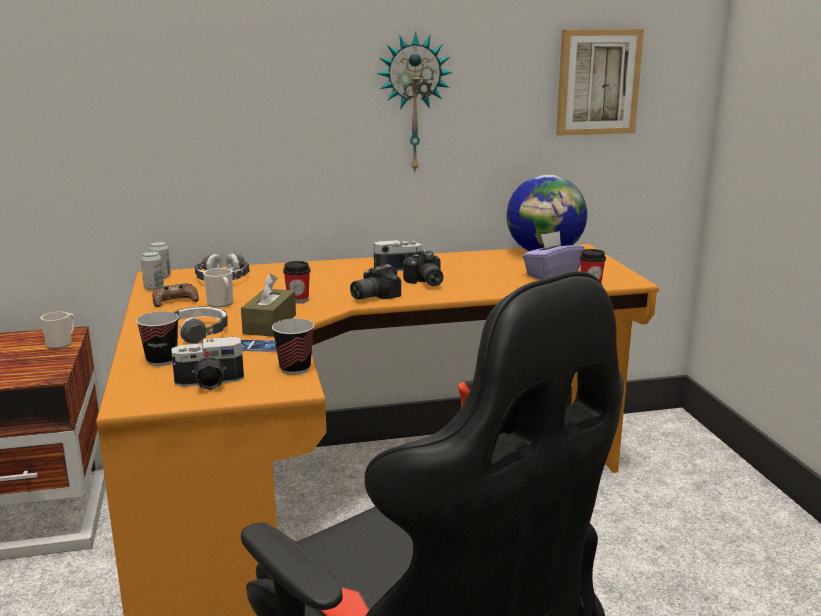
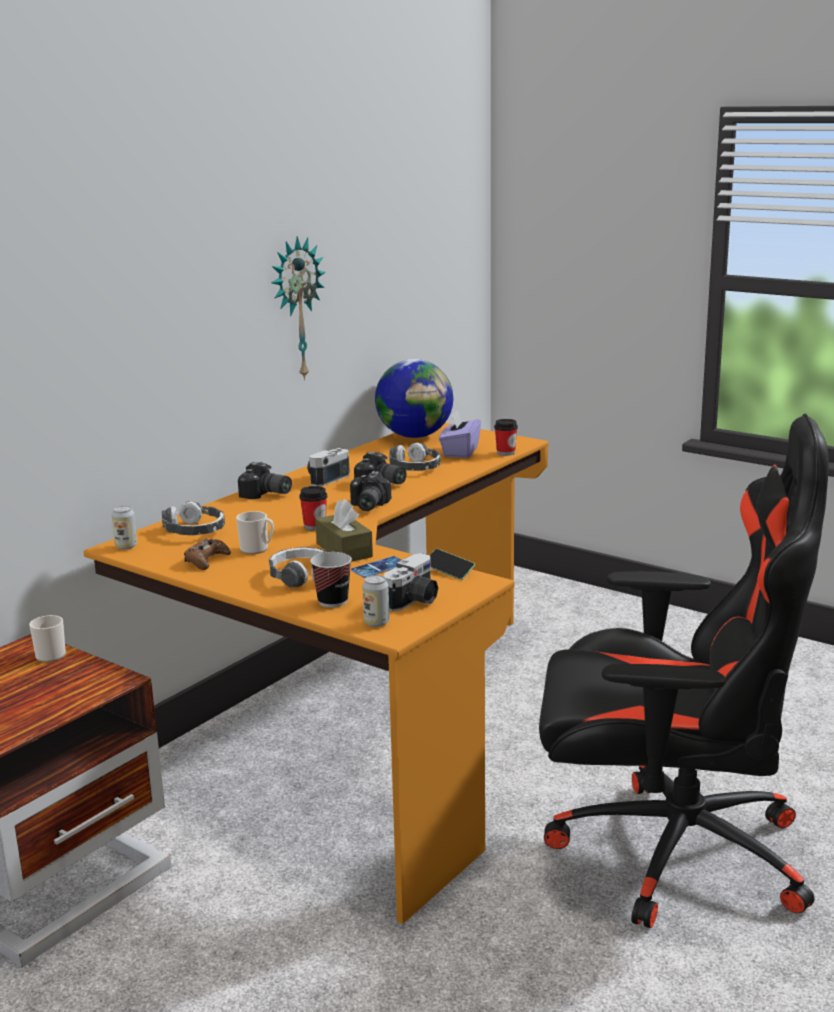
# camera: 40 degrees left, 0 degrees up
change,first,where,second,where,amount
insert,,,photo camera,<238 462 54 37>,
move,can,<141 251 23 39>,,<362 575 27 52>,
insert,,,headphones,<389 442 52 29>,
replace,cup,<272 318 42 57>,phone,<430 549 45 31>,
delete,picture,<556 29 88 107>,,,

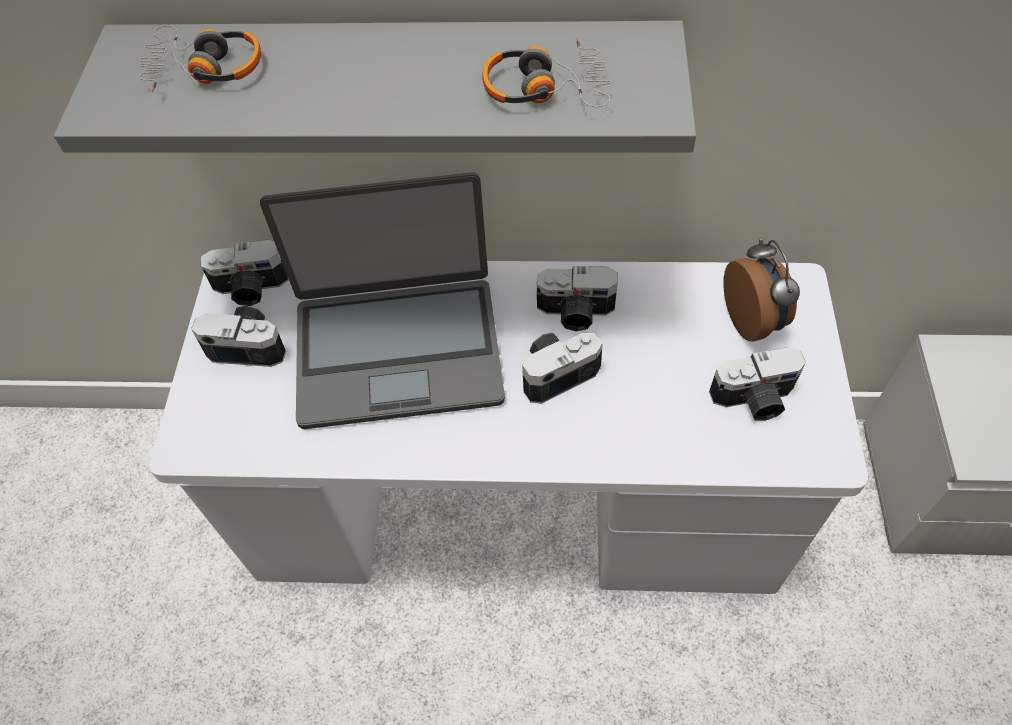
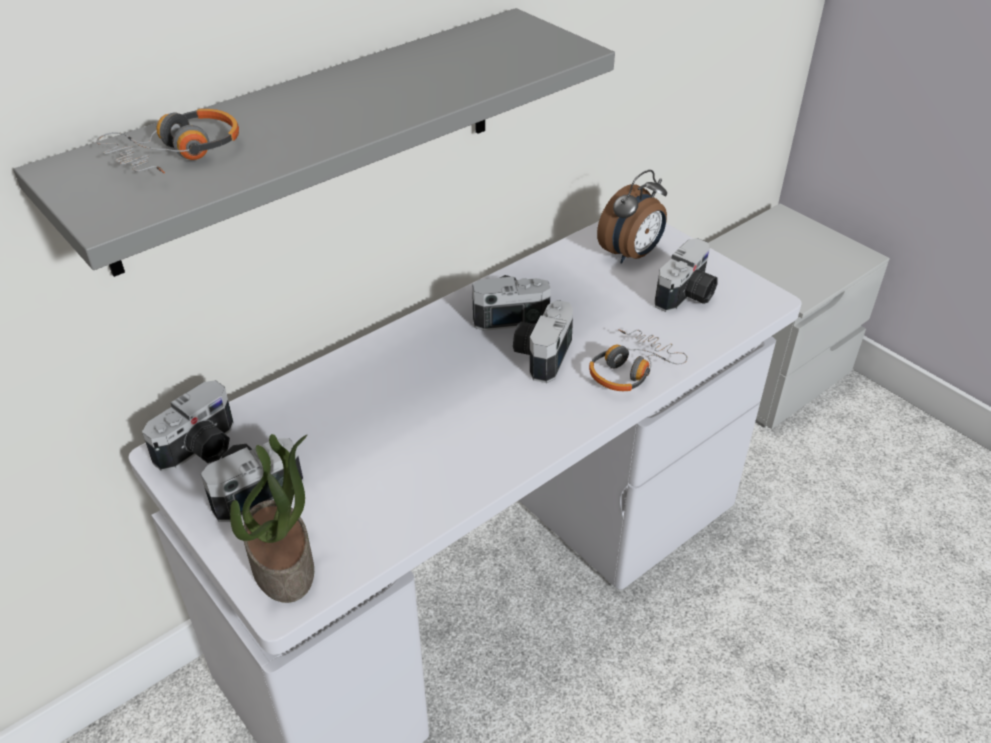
# camera: 45 degrees left, 15 degrees down
change,first,where,second,where,amount
insert,,,potted plant,<230 434 84 169>,
rotate,photo camera,<537 266 81 65>,,<472 275 79 56>,150 degrees counterclockwise
move,headphones,<482 38 129 69>,,<589 329 98 62>,
rotate,alarm clock,<723 239 77 103>,,<597 170 70 94>,105 degrees clockwise
delete,laptop,<260 172 245 257>,,,

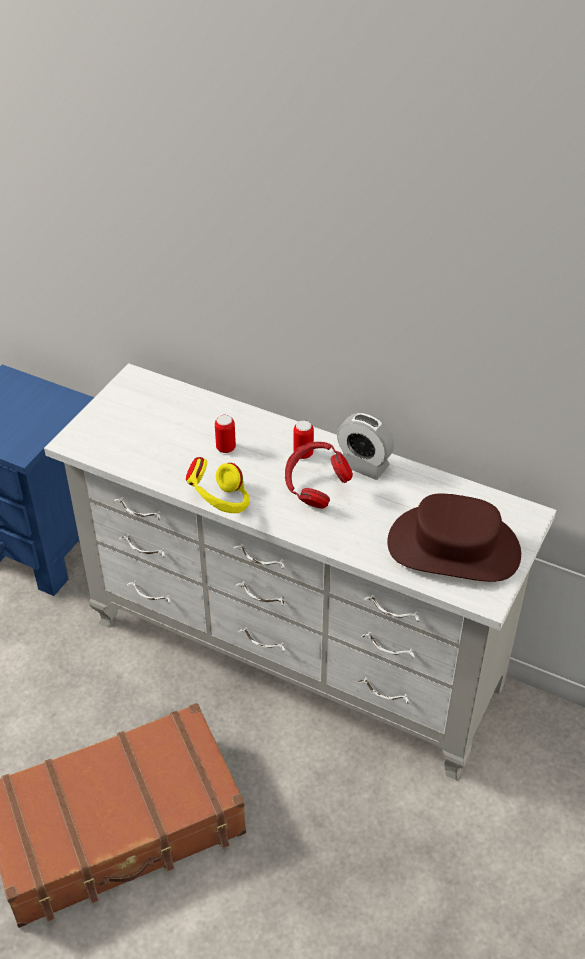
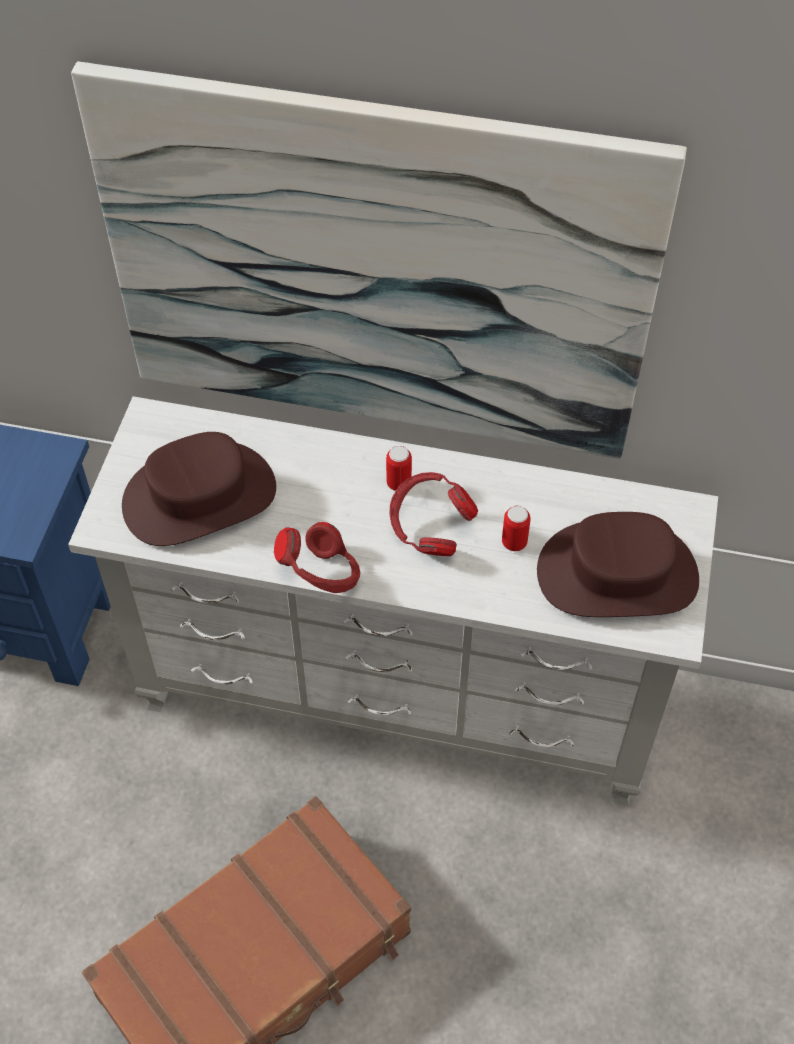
# camera: 15 degrees left, 10 degrees up
change,first,where,second,where,amount
insert,,,picture,<71 62 616 397>,
insert,,,hat (brown),<122 432 154 114>,
recolor,headphones (yellow),<186 457 64 56>,headphones (red),<274 522 86 71>,
move,can,<215 415 21 38>,,<502 506 29 45>,
delete,alarm clock,<337 413 57 67>,,,

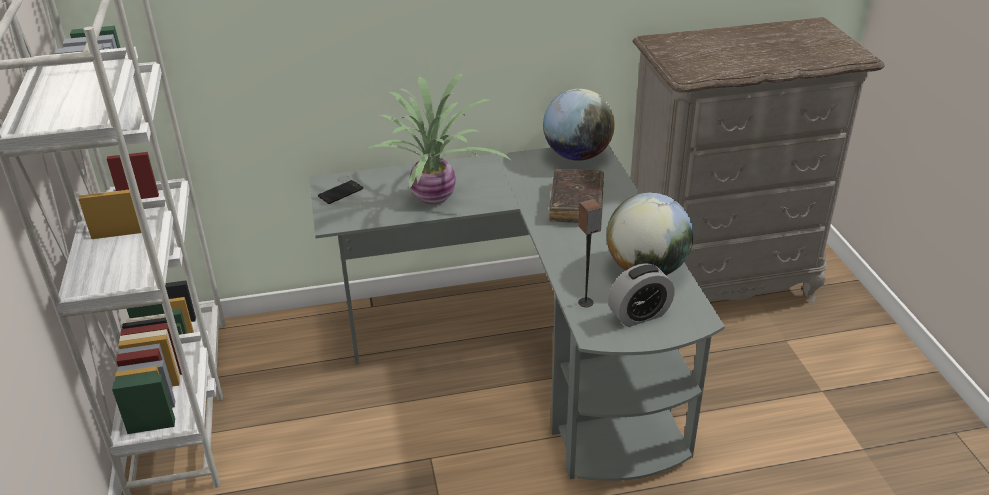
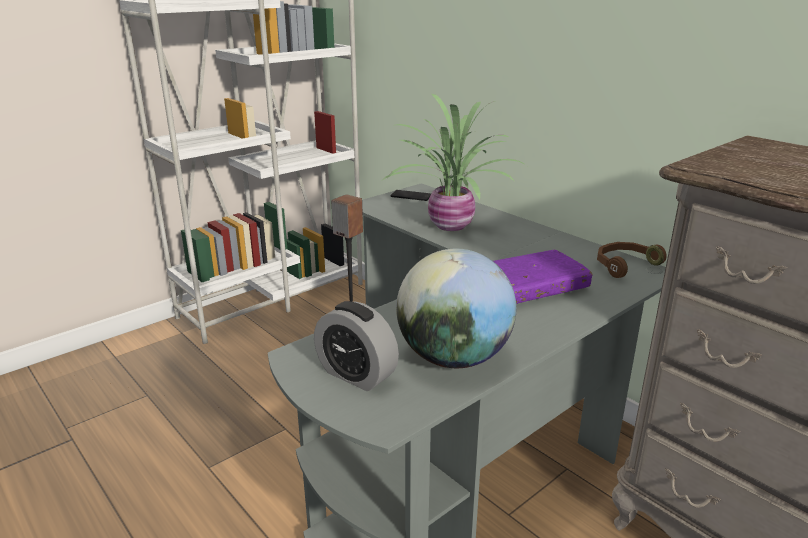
# camera: 60 degrees right, 10 degrees down
change,first,where,second,where,amount
recolor,book (brown),<549 169 55 53>,book (purple),<493 250 100 54>,
replace,globe,<543 89 72 72>,headphones (brown),<597 242 70 36>,

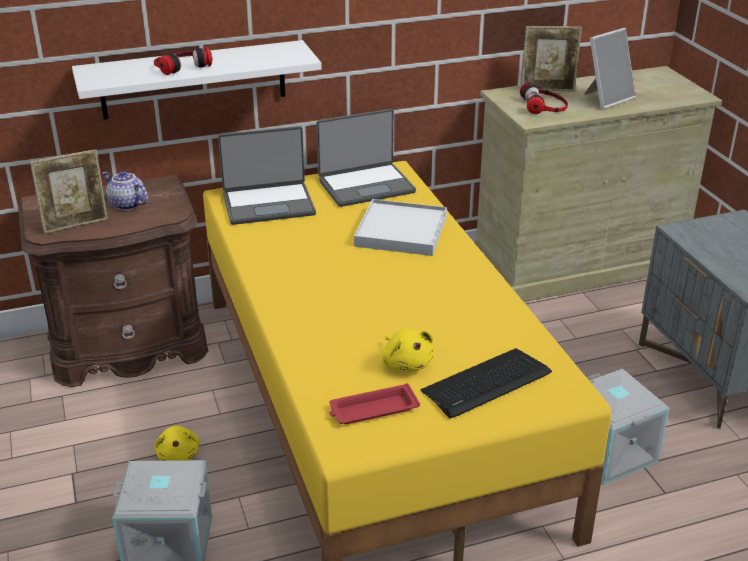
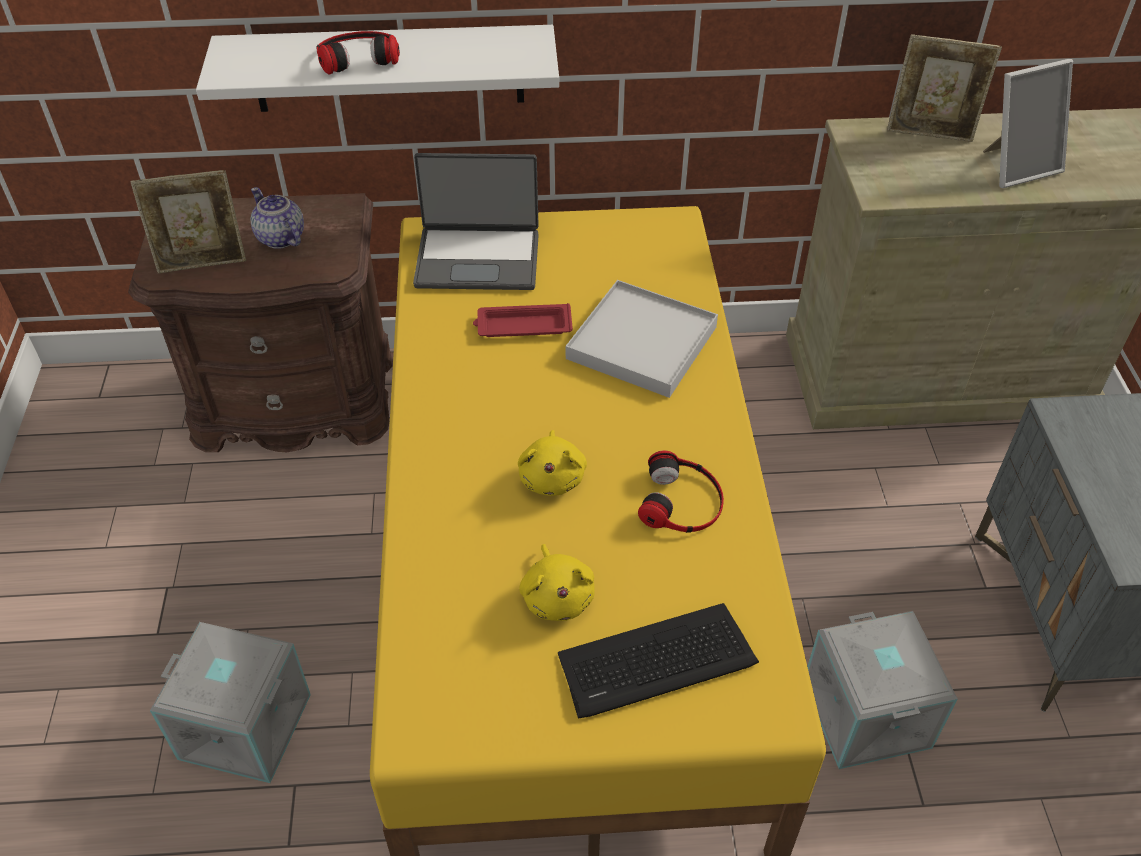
# camera: 15 degrees right, 15 degrees up
change,first,where,second,where,amount
move,tray (red),<329 383 91 41>,,<473 303 100 34>,
move,plush toy (yellow),<154 426 46 35>,,<518 430 69 66>,
move,headphones,<520 82 48 32>,,<638 450 86 83>,
delete,laptop,<316 109 100 98>,,,

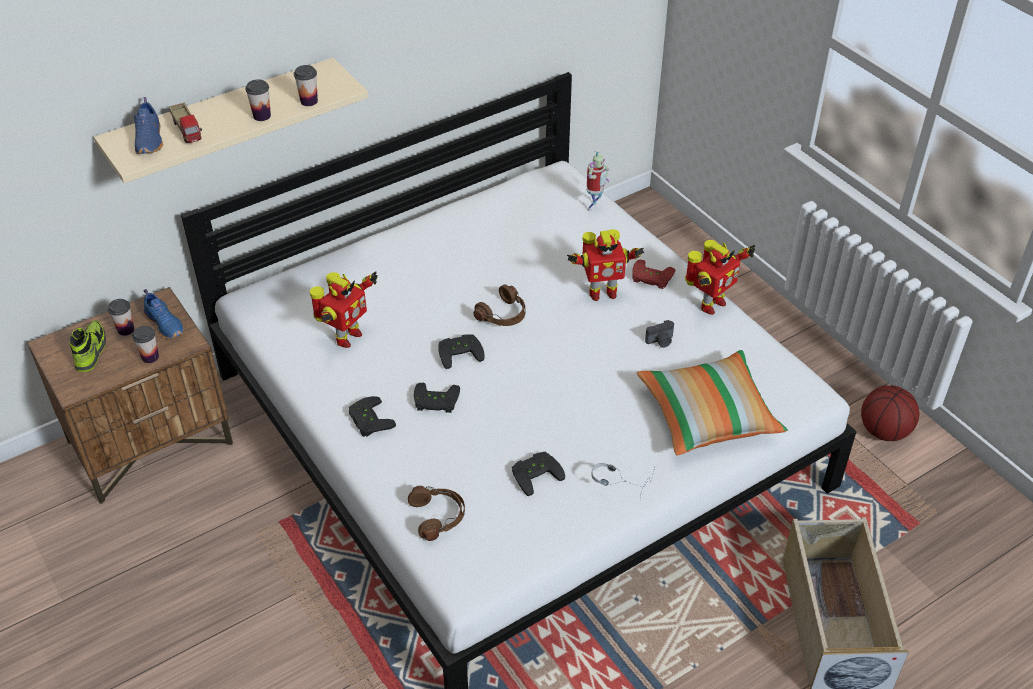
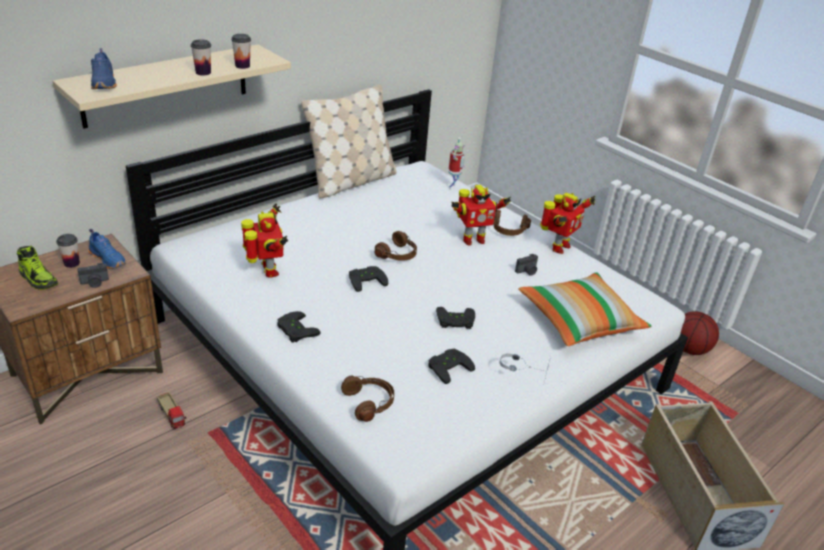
# camera: 10 degrees left, 10 degrees down
change,first,where,second,where,amount
rotate,shoe,<69 320 37 52>,,<17 246 41 44>,135 degrees clockwise
replace,cup,<132 326 27 37>,photo camera,<77 263 32 25>,
move,toy truck,<169 103 33 40>,,<157 392 29 37>,
rotate,toy robot,<310 272 68 76>,,<241 203 47 75>,45 degrees counterclockwise
insert,,,pillow (beige),<301 85 95 113>,
move,game controller (black),<414 383 46 30>,,<436 307 39 22>,
replace,game controller (red),<632 260 43 29>,headphones (brown),<493 210 38 26>,

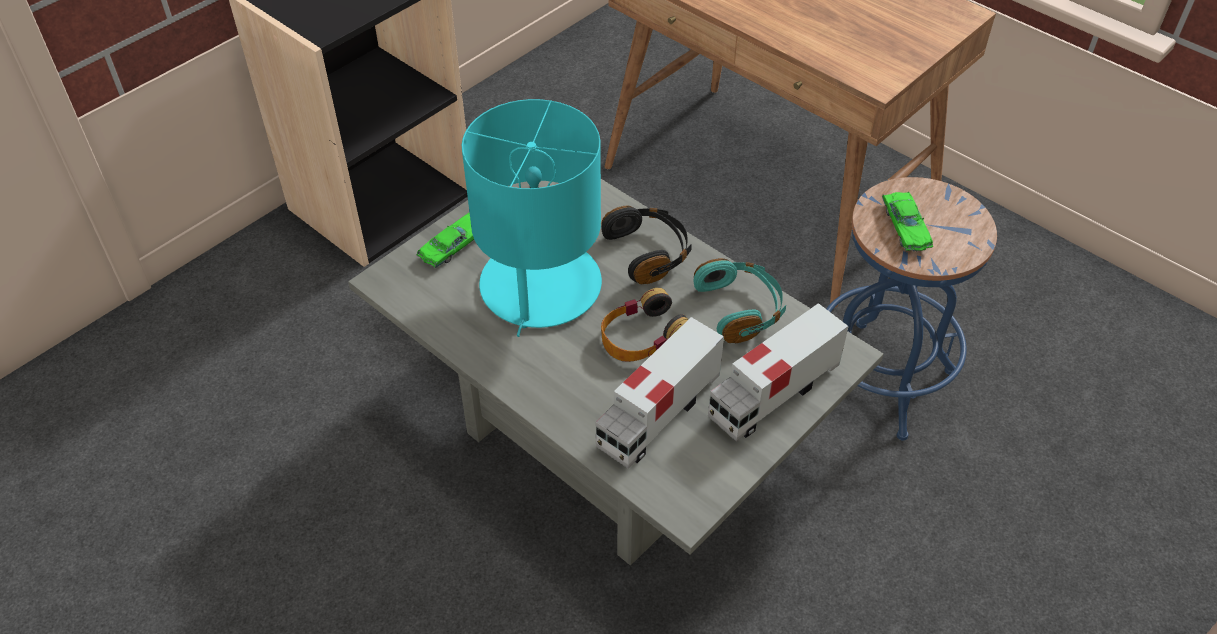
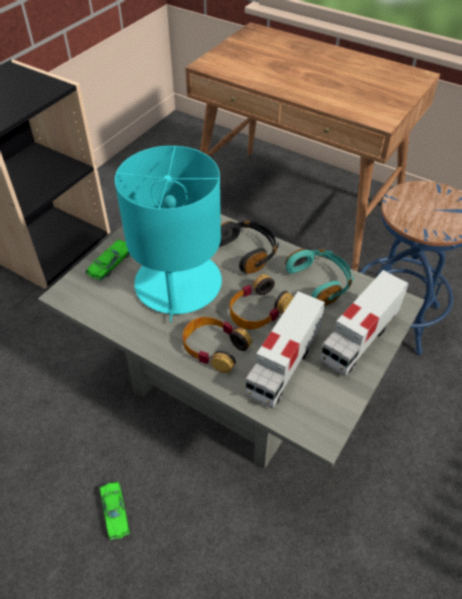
# camera: 10 degrees left, 0 degrees up
change,first,where,second,where,amount
move,toy car (green),<882 192 51 60>,,<100 481 30 59>,
insert,,,headphones,<183 317 69 56>,

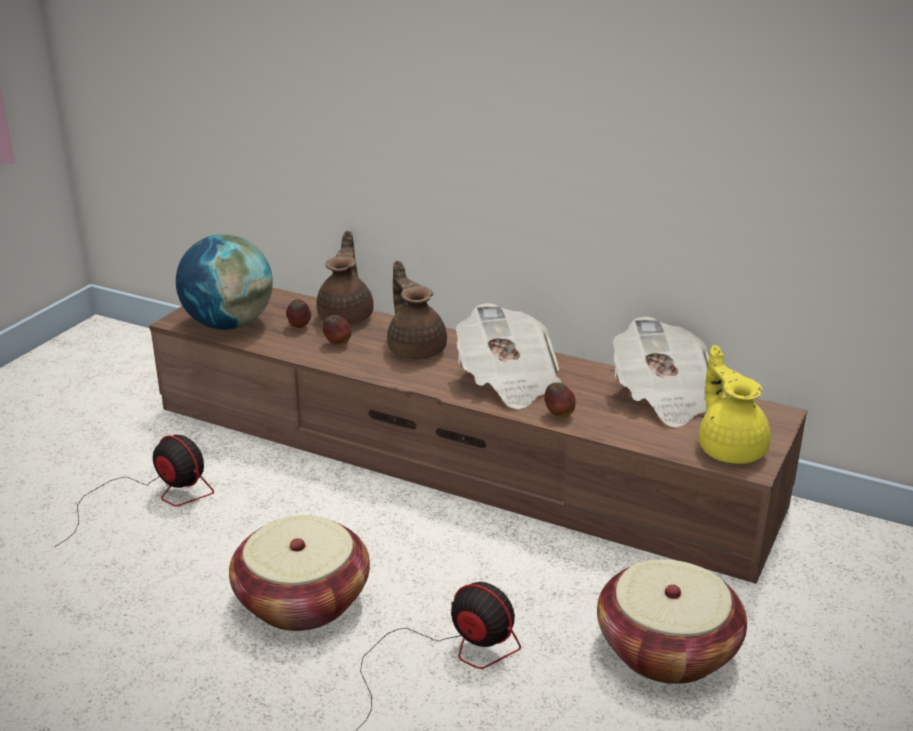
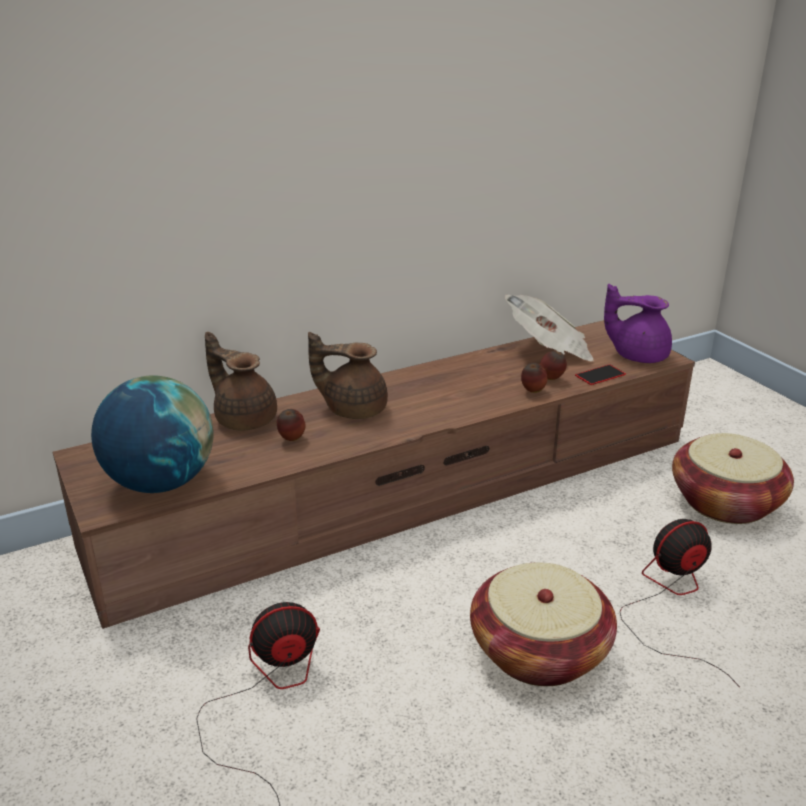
# camera: 55 degrees left, 0 degrees up
change,first,where,second,where,amount
move,apple,<286 299 25 29>,,<540 351 27 29>,
insert,,,phone,<575 364 51 21>,
recolor,teapot (yellow),<699 345 72 119>,teapot (purple),<604 284 68 79>,
delete,newspaper,<456 303 105 106>,,,

